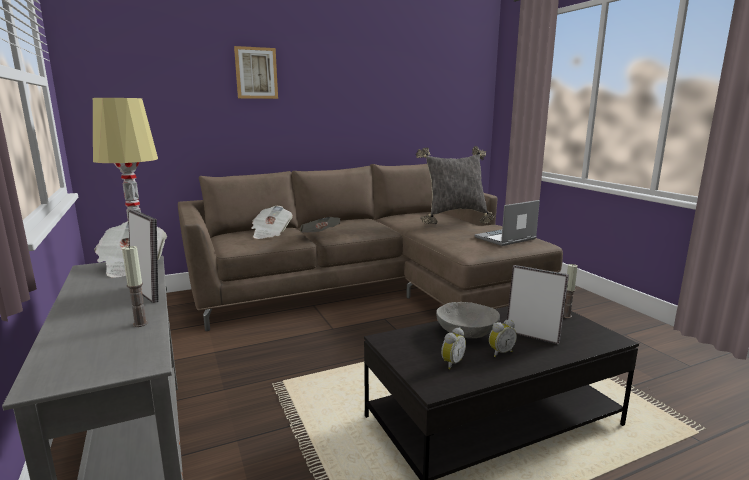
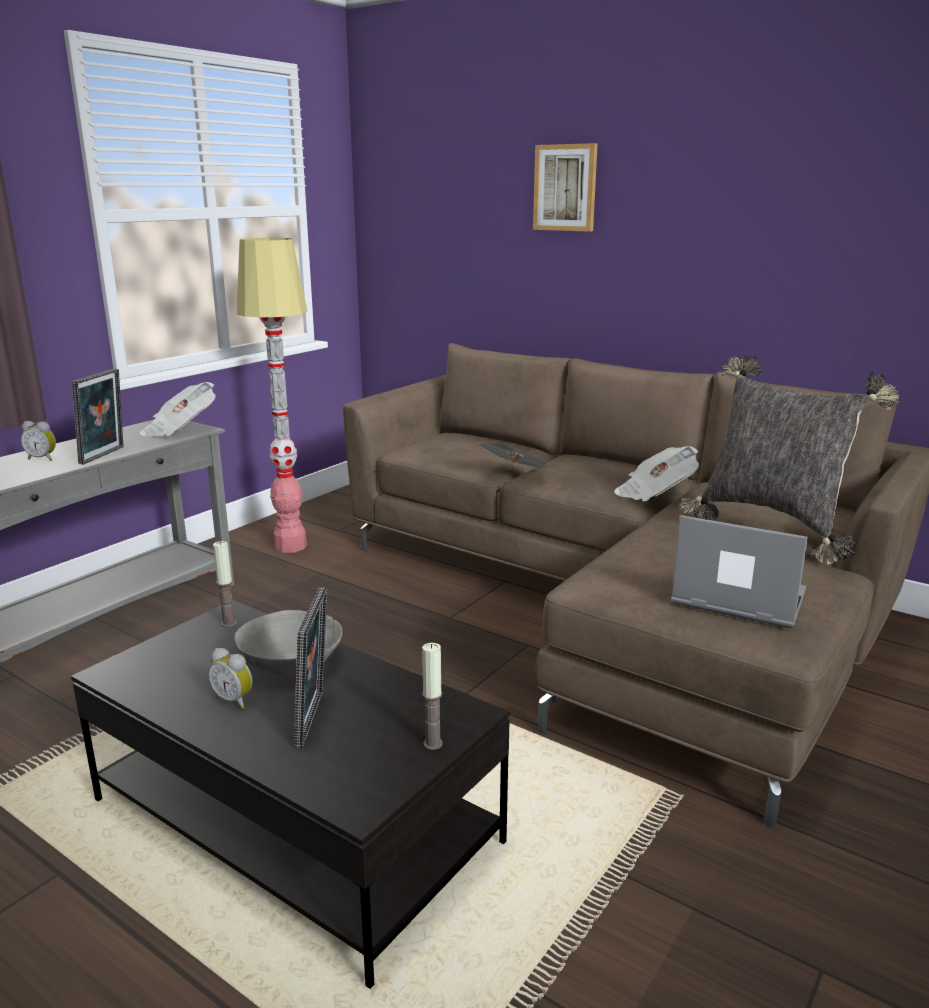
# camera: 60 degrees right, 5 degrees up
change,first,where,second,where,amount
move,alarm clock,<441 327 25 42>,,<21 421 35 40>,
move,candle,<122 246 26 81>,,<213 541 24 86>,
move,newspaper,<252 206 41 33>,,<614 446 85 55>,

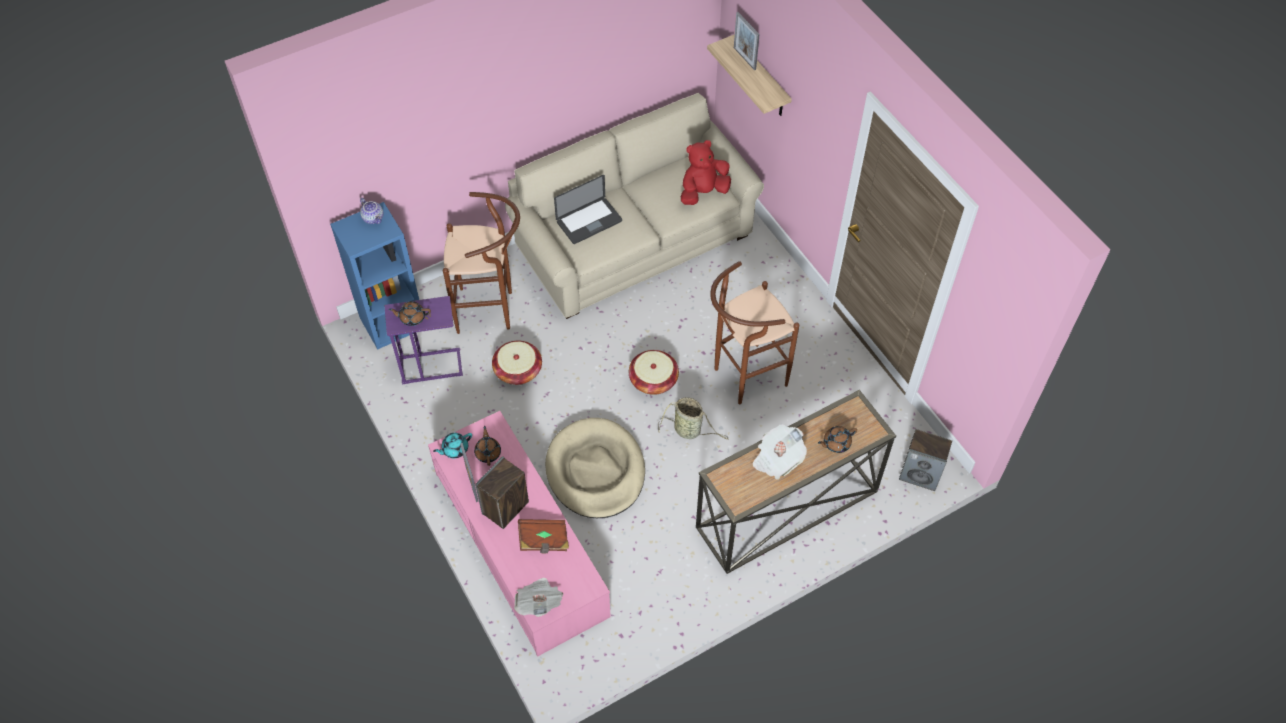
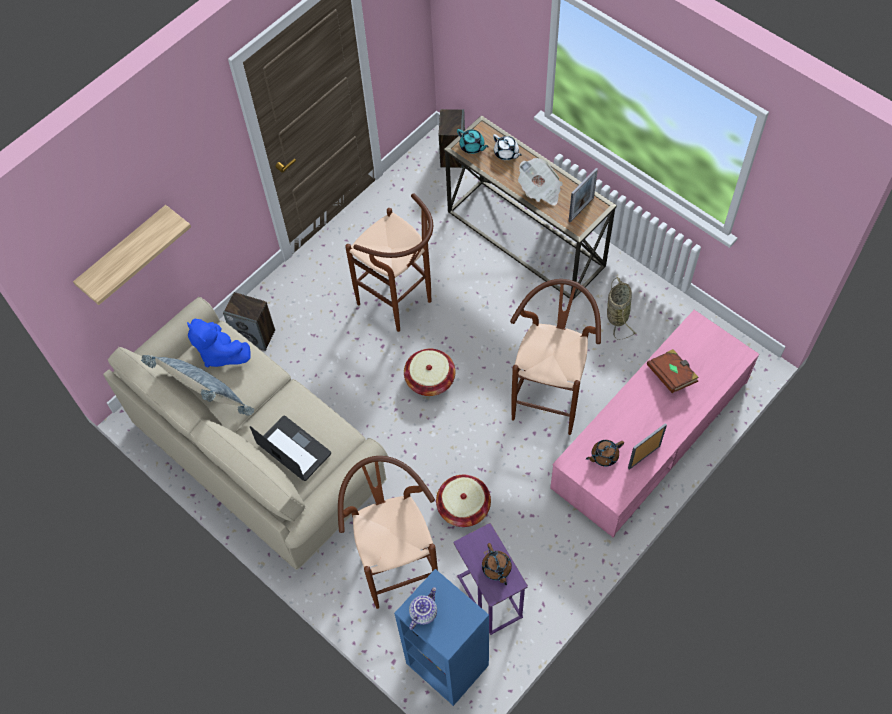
# camera: 105 degrees left, 5 degrees up
change,first,where,second,where,amount
insert,,,pillow,<141 355 113 60>,
recolor,plush toy (red),<681 140 50 65>,plush toy (blue),<187 319 63 48>,
move,speaker,<475 456 54 73>,,<223 292 52 59>,
move,teapot (turquoise),<433 433 39 25>,,<457 129 32 25>,
recolor,teapot (brown),<818 426 39 27>,teapot (white),<493 134 29 26>,
replace,dog bed (beige),<545 418 100 100>,stool (brown),<510 279 91 156>,
move,picture frame,<734 12 26 58>,,<568 168 30 54>,
move,basket,<658 397 70 43>,,<607 277 29 63>,
delete,newspaper,<514 578 49 39>,,,

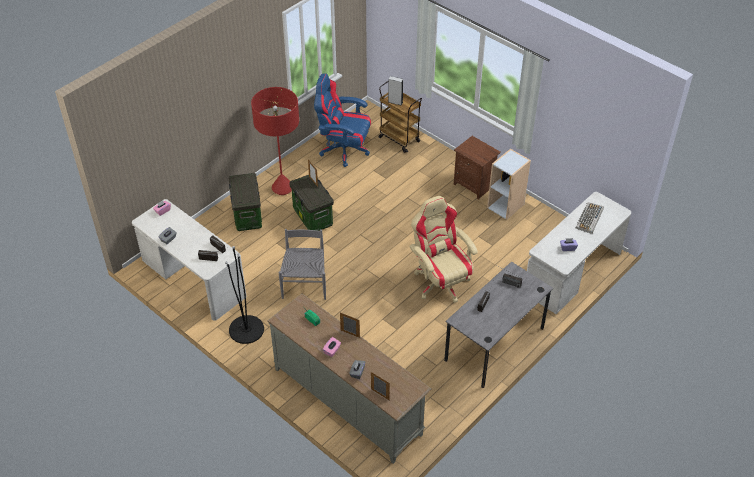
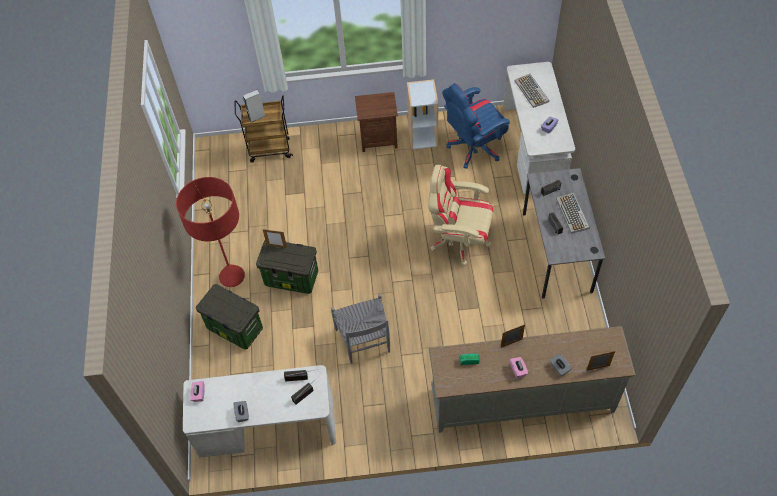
# camera: 45 degrees left, 10 degrees up
change,first,where,second,where,amount
rotate,chair (grey),<279 229 47 71>,,<331 294 59 70>,150 degrees counterclockwise
move,office chair (blue),<314 74 57 93>,,<442 83 68 86>,
insert,,,keyboard,<556 193 34 40>,
delete,floor lamp (black),<225 246 39 98>,,,

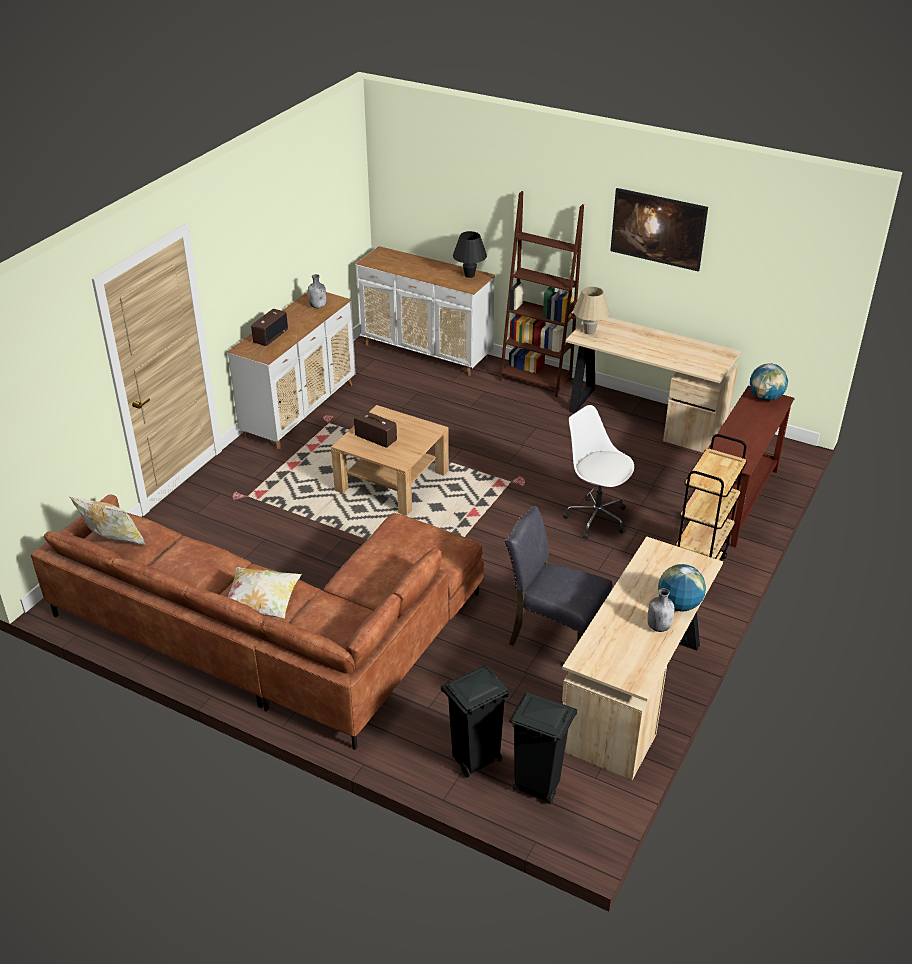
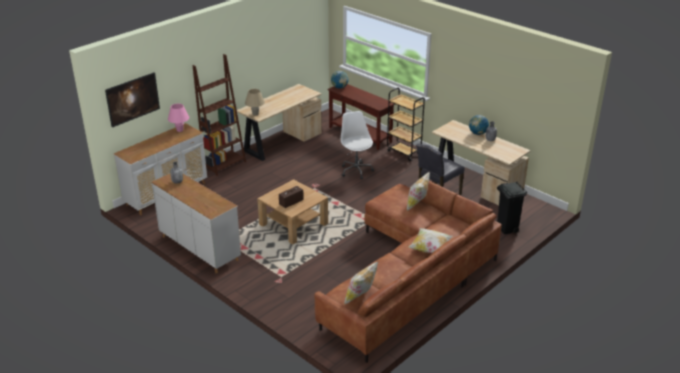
# camera: 75 degrees left, 5 degrees down
change,first,where,second,where,amount
move,picture,<610 188 98 84>,,<105 72 55 55>,
recolor,table lamp (black),<453 231 34 47>,table lamp (pink),<168 104 21 28>,
rotate,office chair (white),<562 405 72 134>,,<341 111 33 68>,105 degrees clockwise
insert,,,pillow,<407 172 23 39>,
delete,radio,<251 309 37 37>,,,
delete,trash can (black),<509 692 68 112>,,,

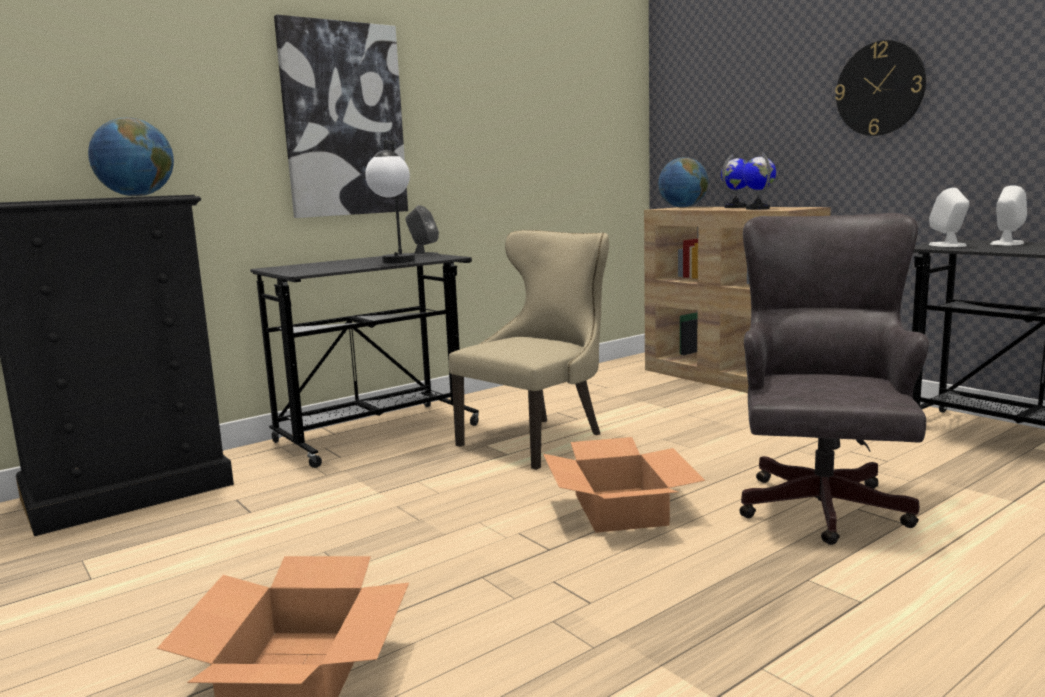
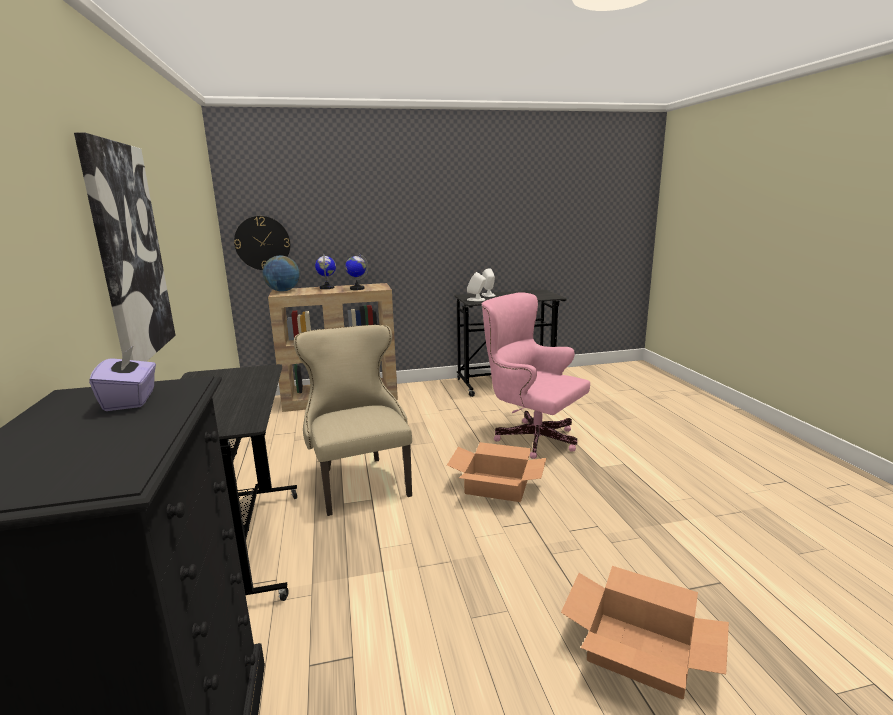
# camera: 65 degrees left, 5 degrees up
change,first,where,second,where,amount
replace,globe,<88 118 86 78>,tissue box (purple),<89 345 67 66>,
move,wall clock,<835 40 91 96>,,<234 216 56 54>,
recolor,office chair (grey),<739 213 190 332>,office chair (pink),<482 292 108 167>,
delete,table lamp,<365 140 50 123>,,,
delete,speaker (grey),<405 205 34 52>,,,

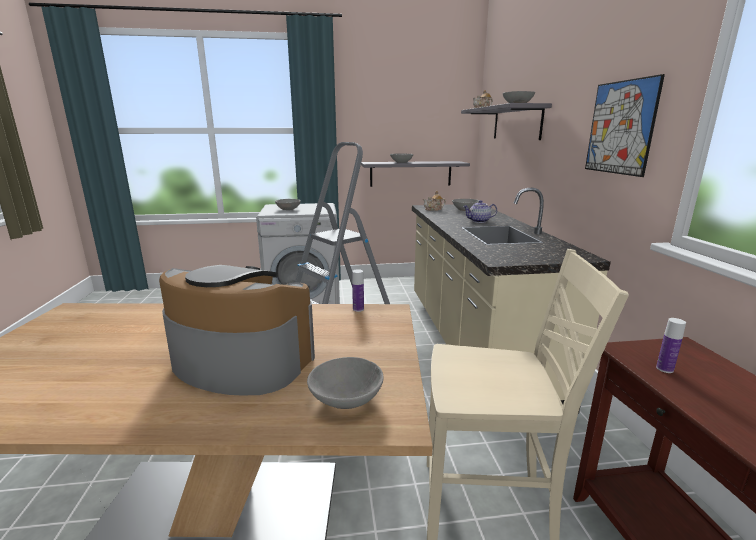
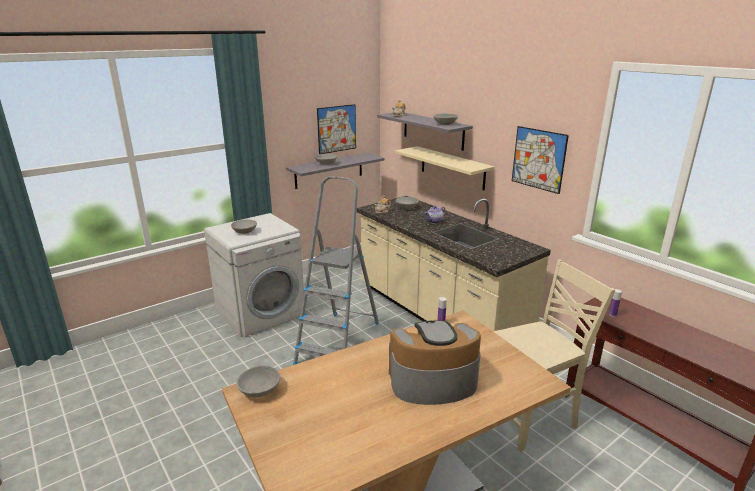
# camera: 30 degrees left, 5 degrees up
change,first,where,second,where,amount
move,bowl (grey),<307 357 77 52>,,<237 365 43 32>,
insert,,,picture,<317 104 39 50>,
insert,,,shelf (beige),<395 146 100 44>,

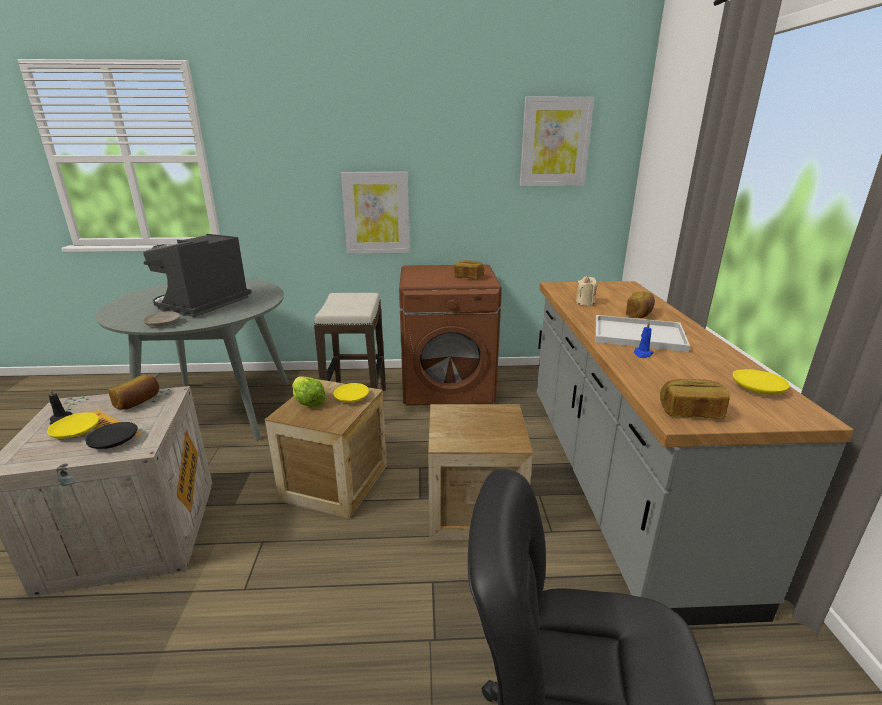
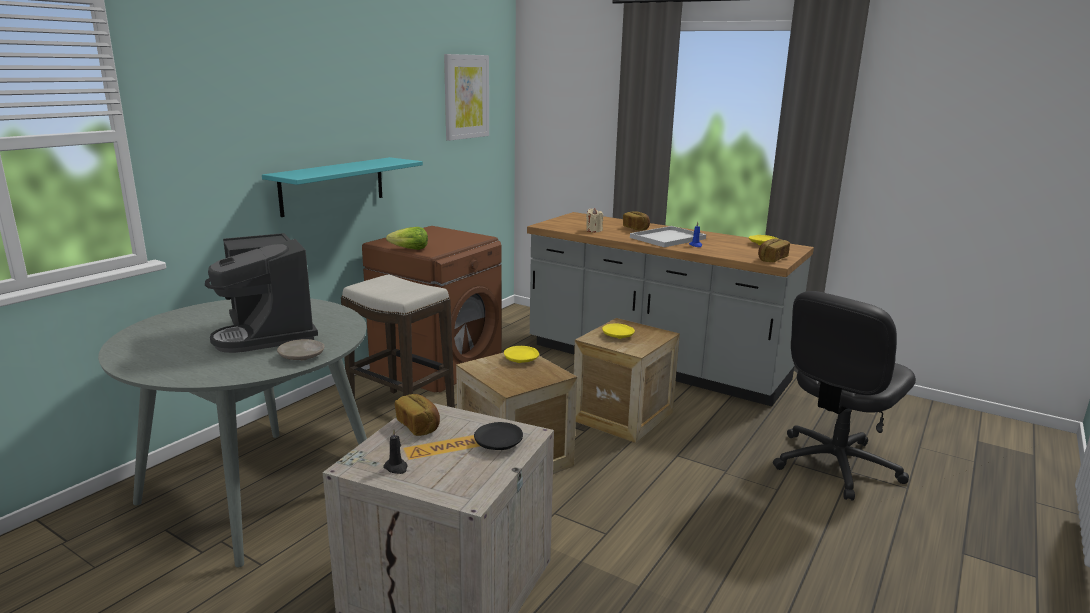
# camera: 55 degrees left, 5 degrees down
change,first,where,second,where,amount
replace,picture,<341 172 69 82>,shelf (turquoise),<262 157 161 60>,
move,lettuce,<292 376 34 31>,,<386 227 42 23>,
move,plate (yellow),<47 412 52 27>,,<602 324 33 15>,
delete,bread,<454 260 31 19>,,,

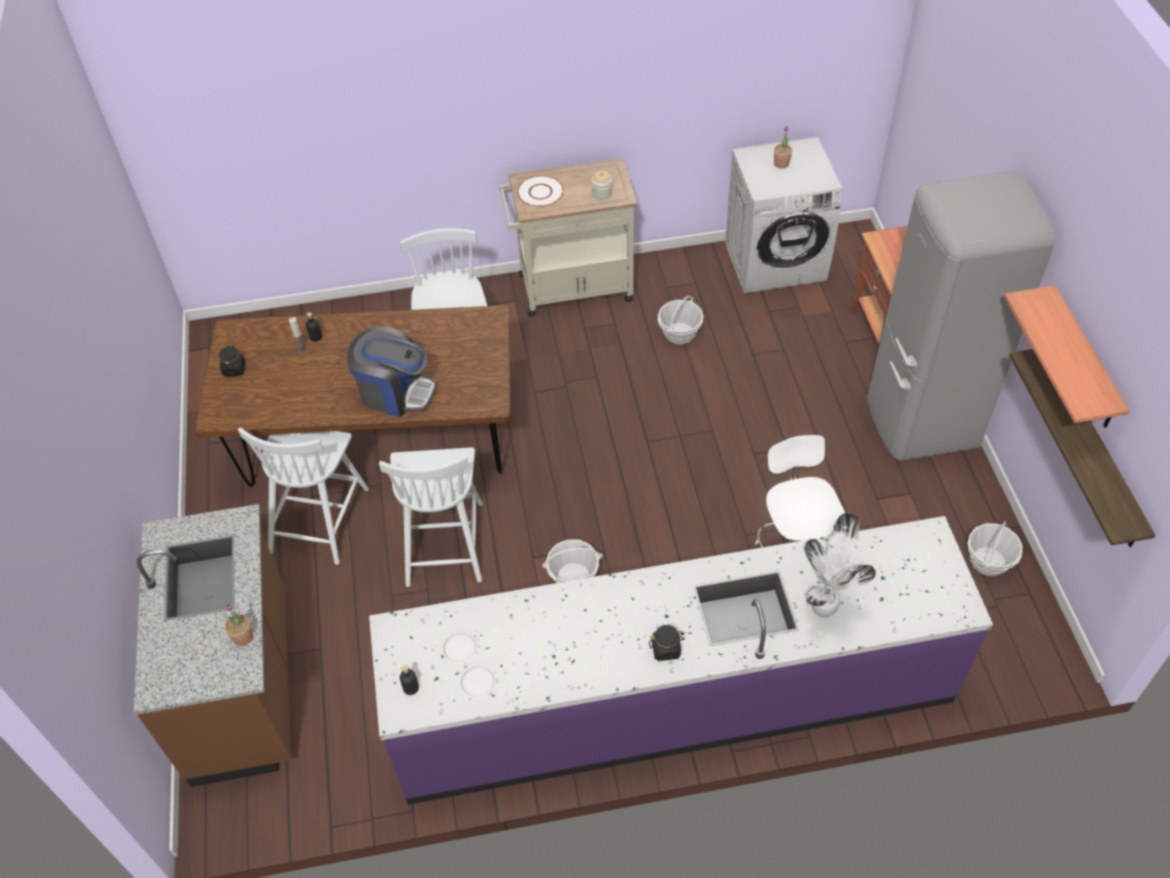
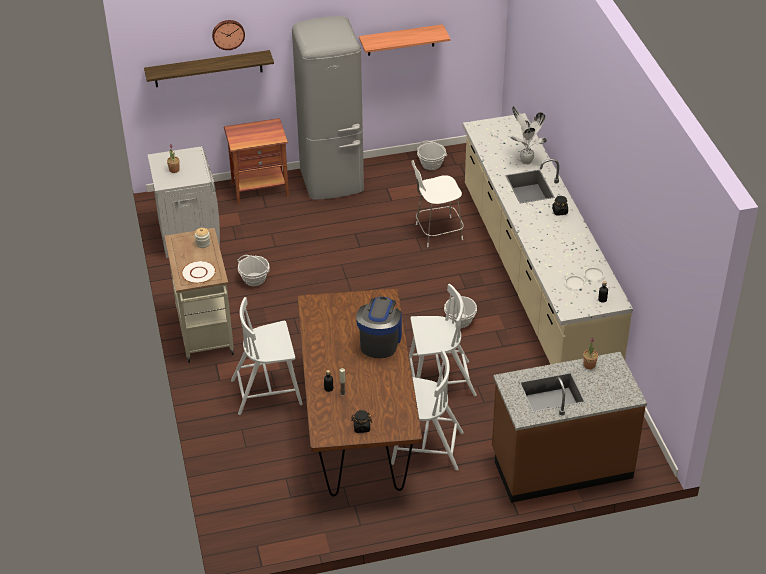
# camera: 95 degrees left, 10 degrees down
change,first,where,second,where,amount
move,shelf,<1009 349 147 198>,,<144 50 130 37>,
insert,,,wall clock,<212 20 33 30>,
recolor,counter (purple),<369 516 624 289>,counter (beige),<463 113 170 251>,

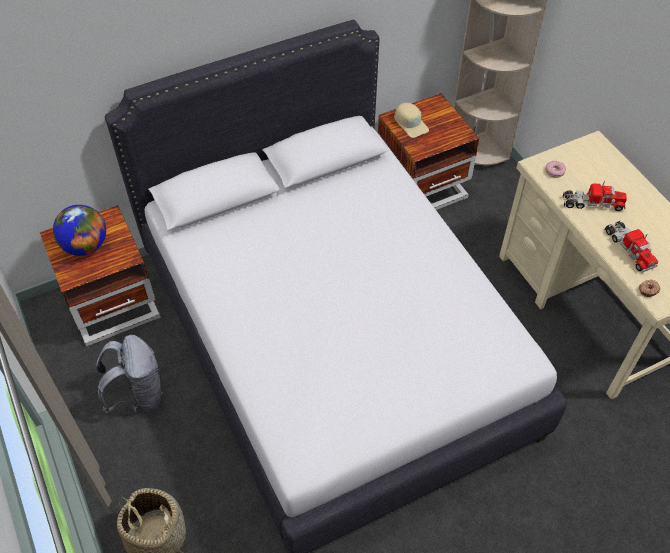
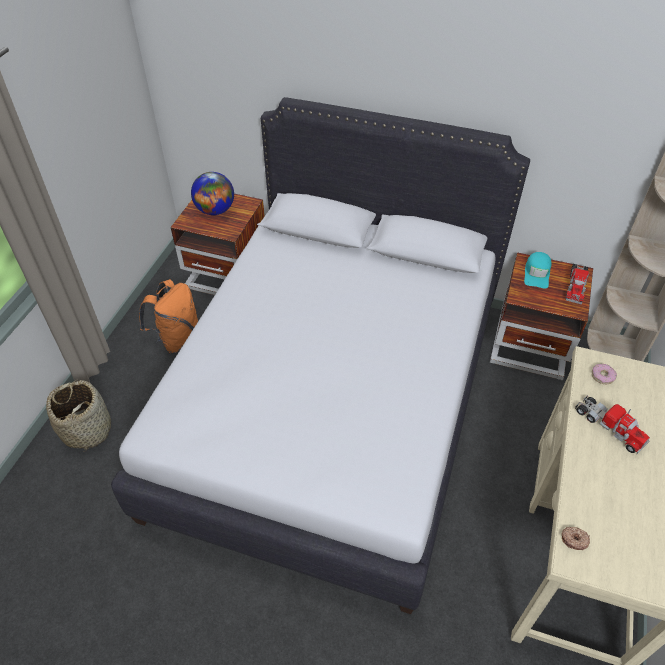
# camera: 45 degrees right, 5 degrees down
change,first,where,second,where,amount
recolor,backpack (grey),<96 335 67 78>,backpack (orange),<139 279 59 75>,
recolor,cap (beige),<394 103 35 35>,cap (turquoise),<524 252 28 37>,
move,toy truck,<605 221 53 52>,,<565 263 24 41>,

